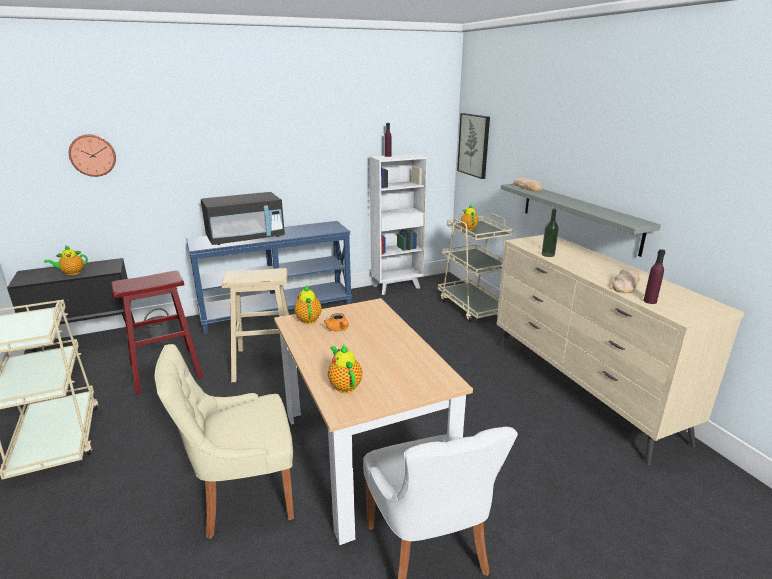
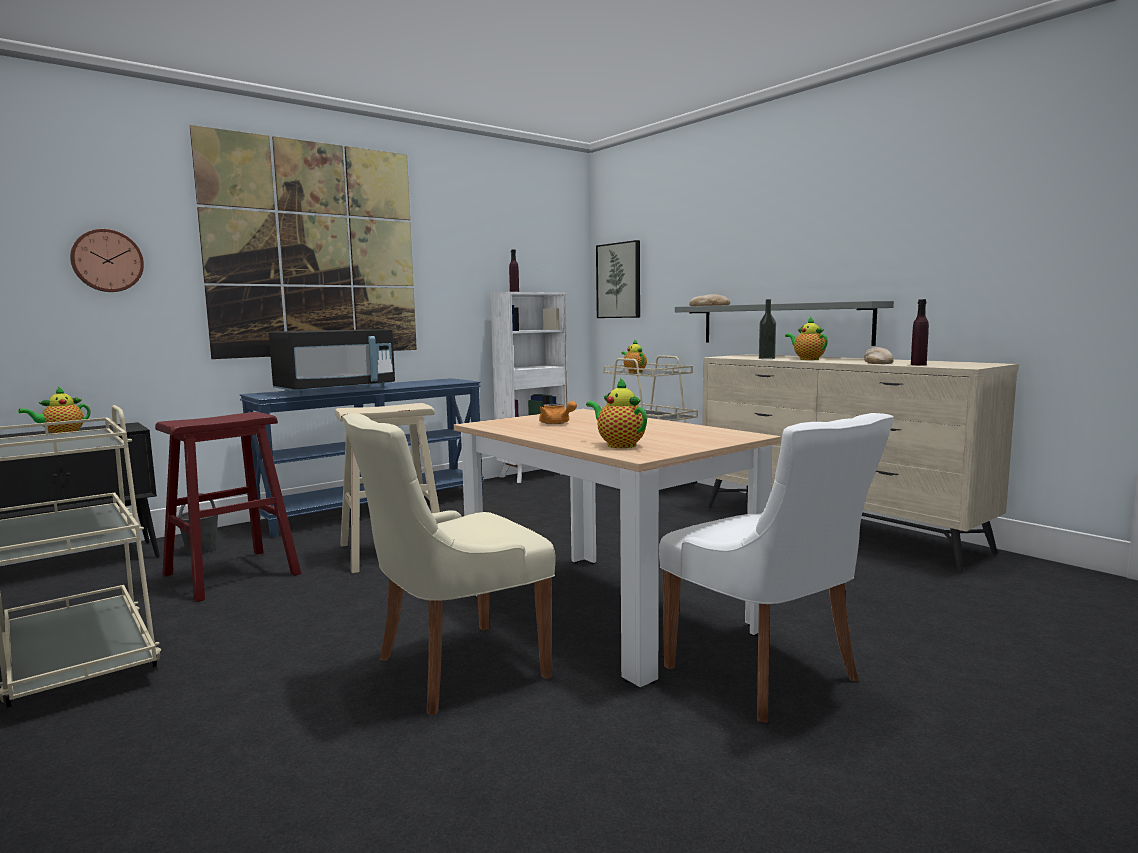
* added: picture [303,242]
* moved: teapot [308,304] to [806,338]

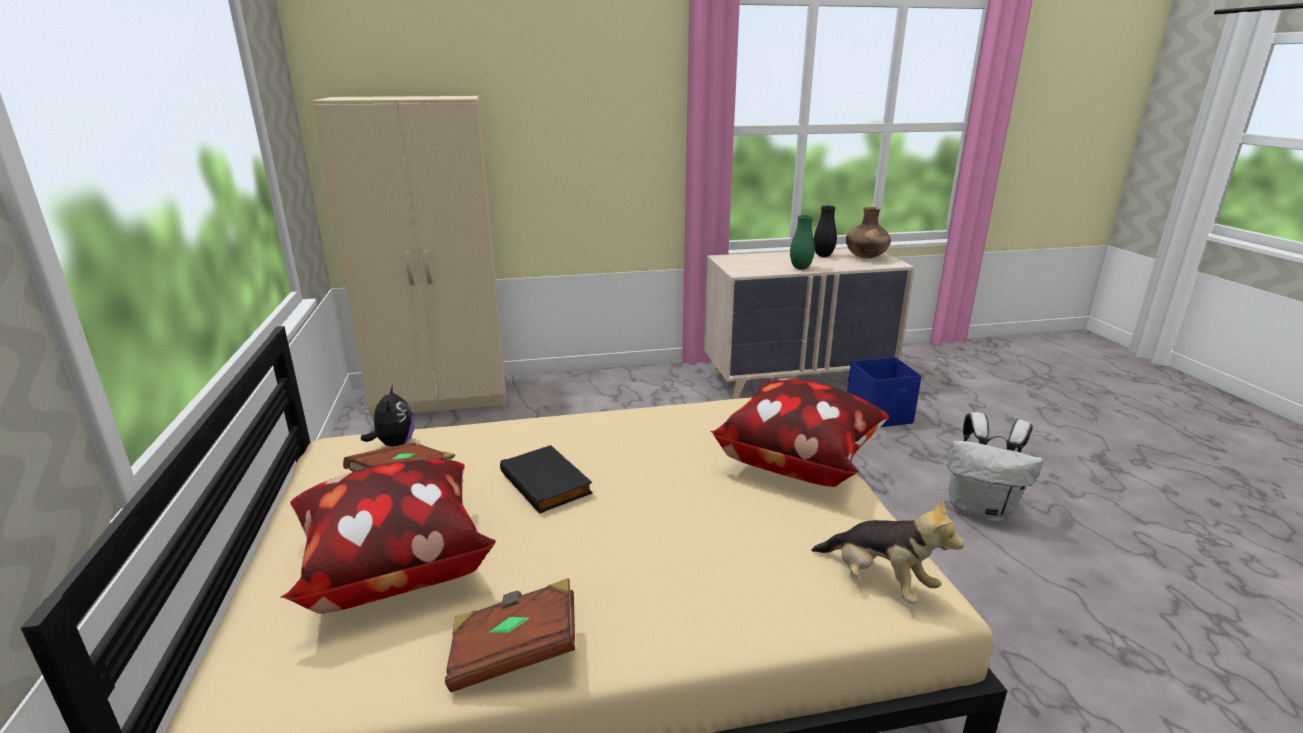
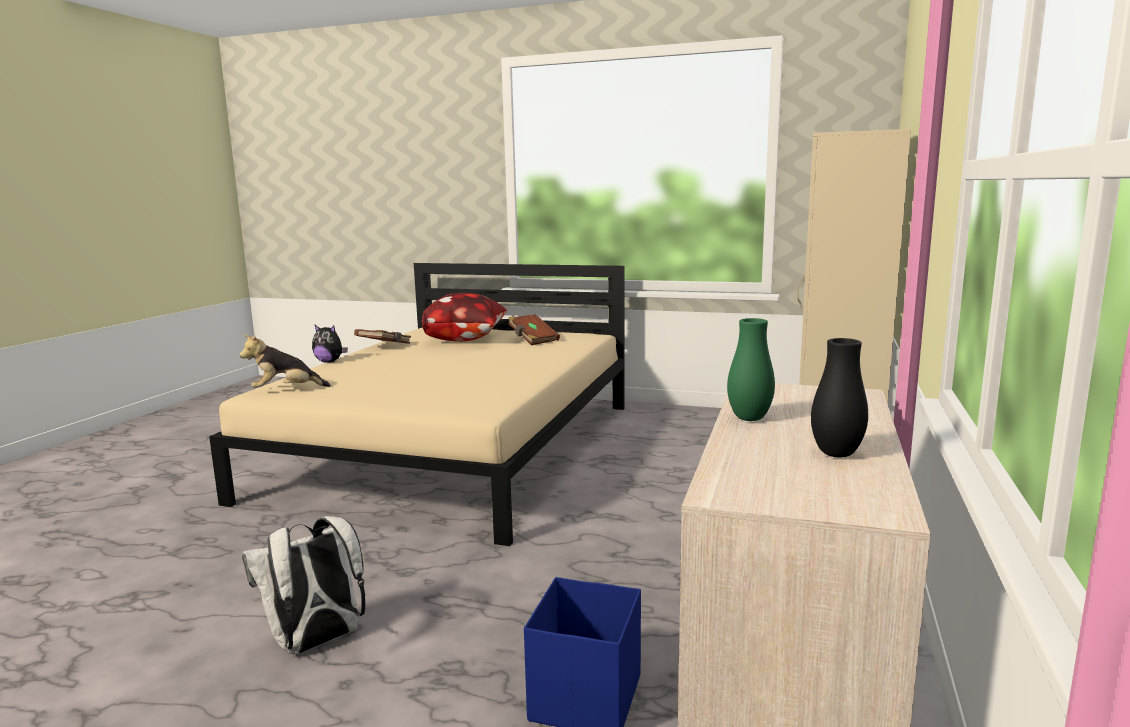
* moved: plush toy [388,416] to [330,344]
* removed: black book [546,479]
* removed: pillow [800,433]
* removed: brown vase [868,233]

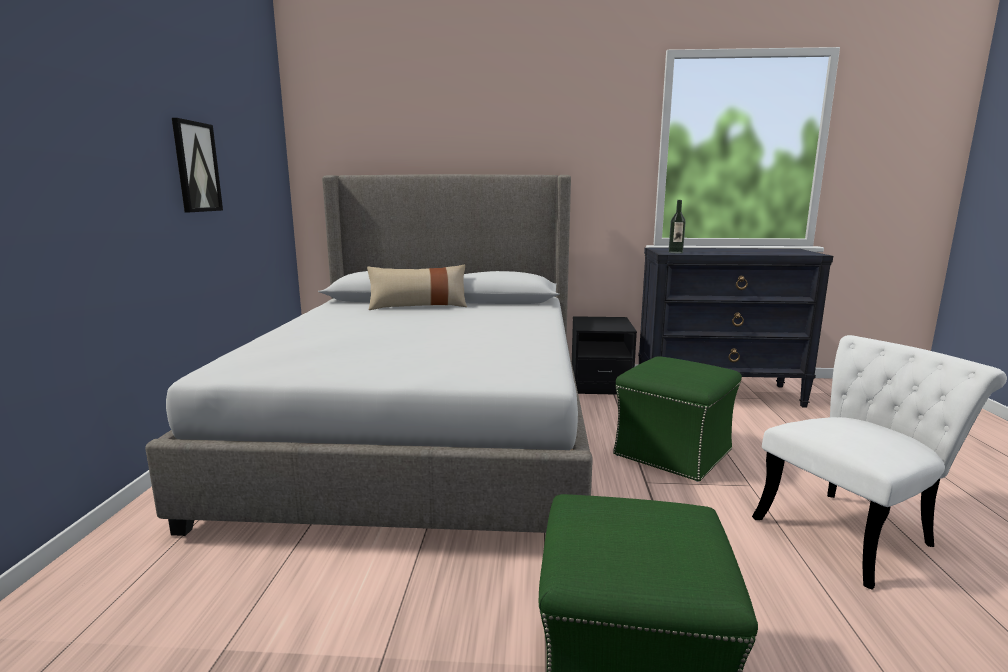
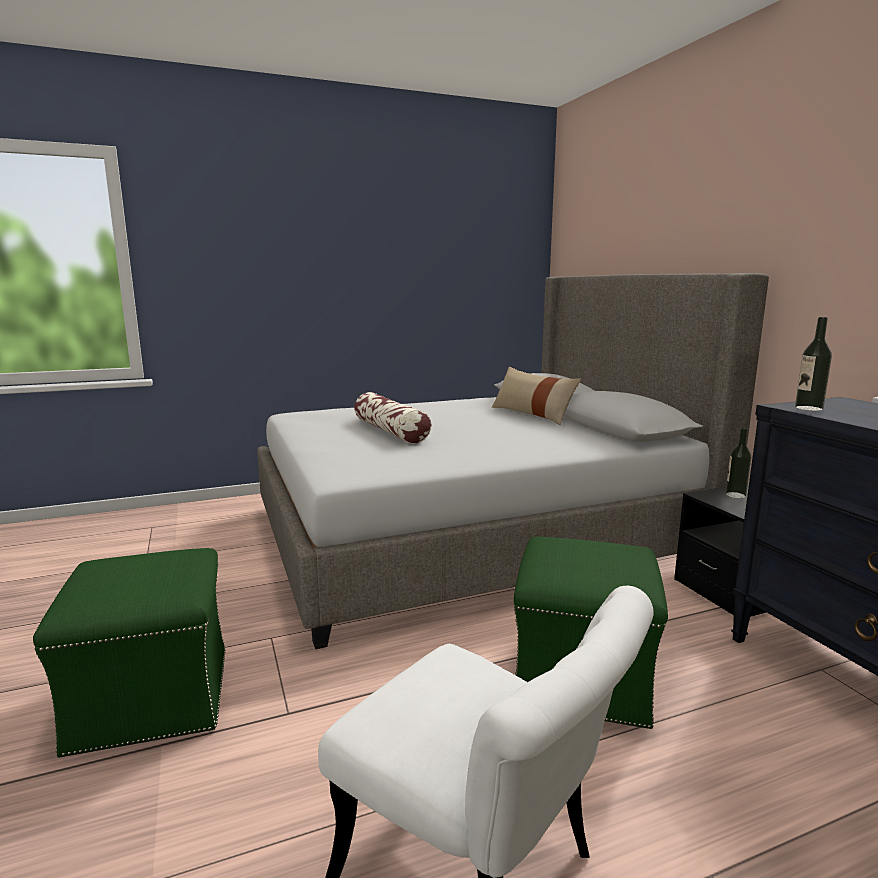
* added: pillow [392,418]
* added: bottle [738,463]
* removed: picture [197,165]

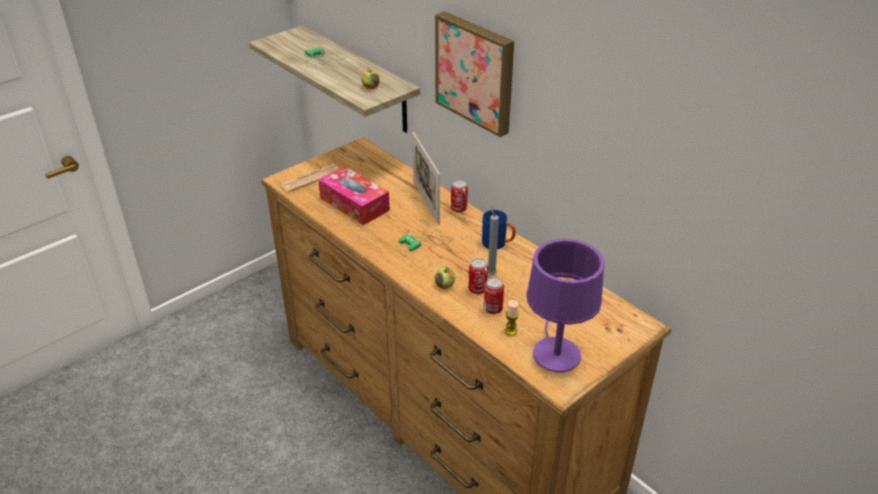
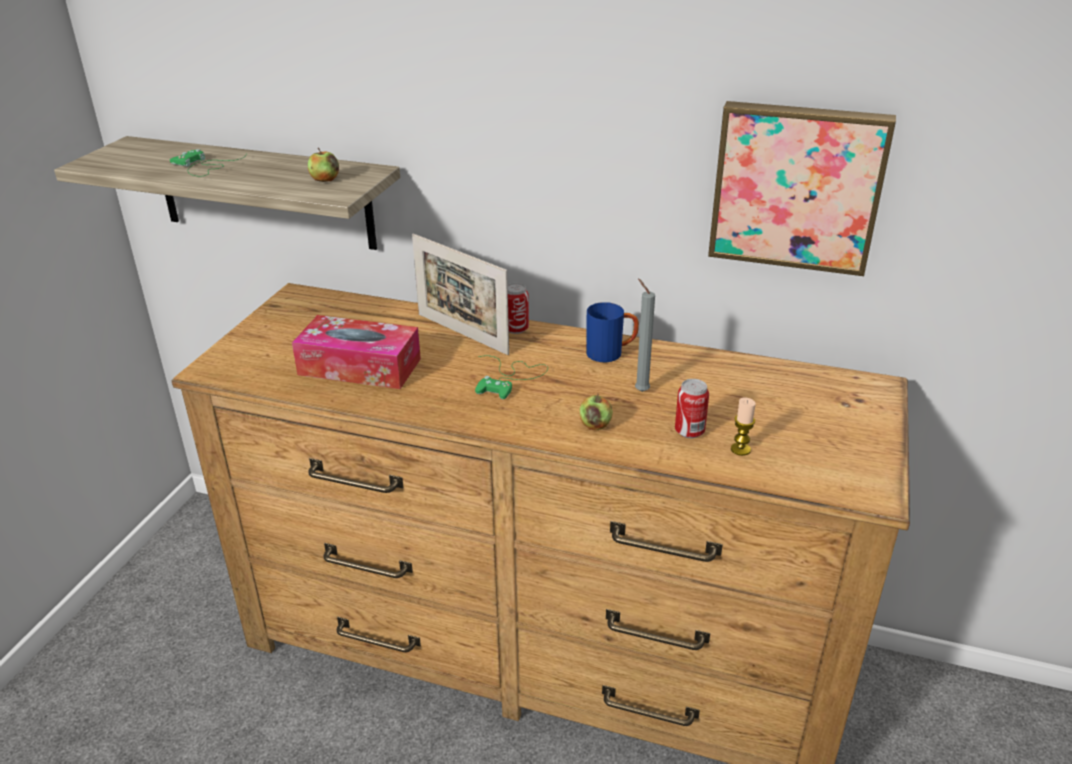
* moved: picture [474,74] to [802,188]
* removed: newspaper [309,178]
* removed: can [478,276]
* removed: purple table lamp [565,305]

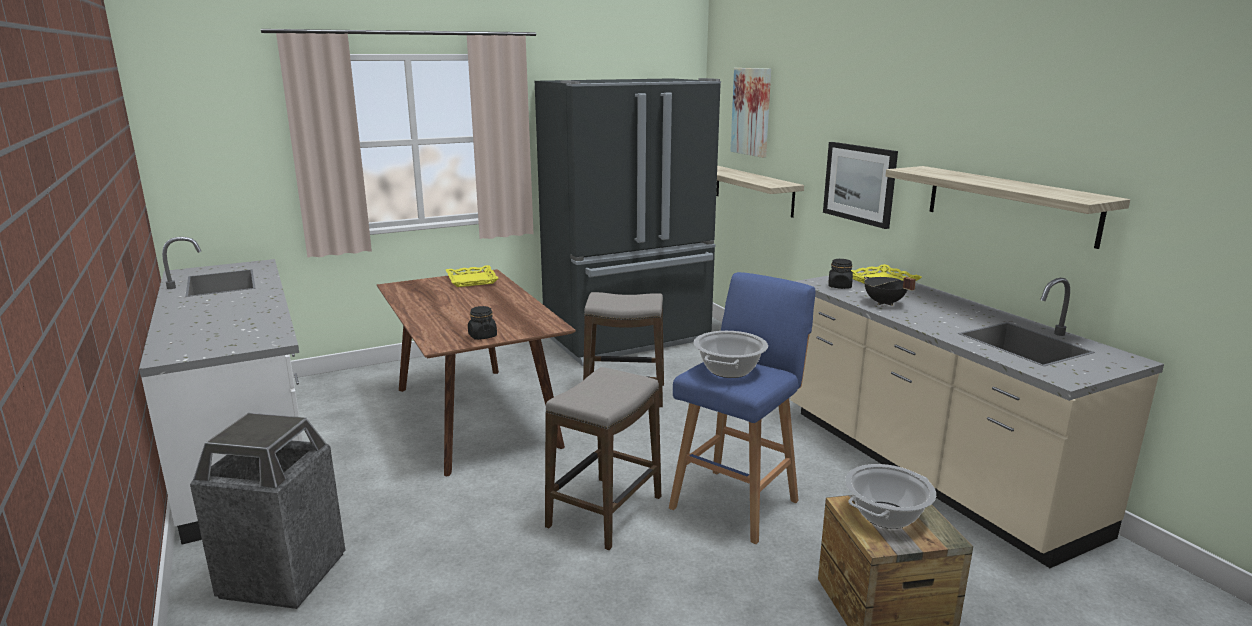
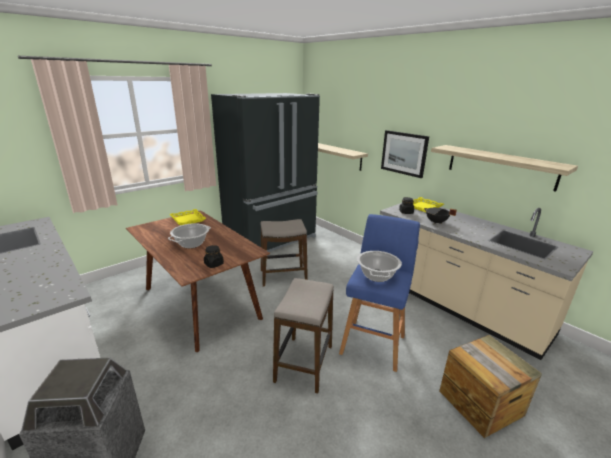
* moved: cooking pot [890,496] to [189,235]
* removed: picture [750,113]

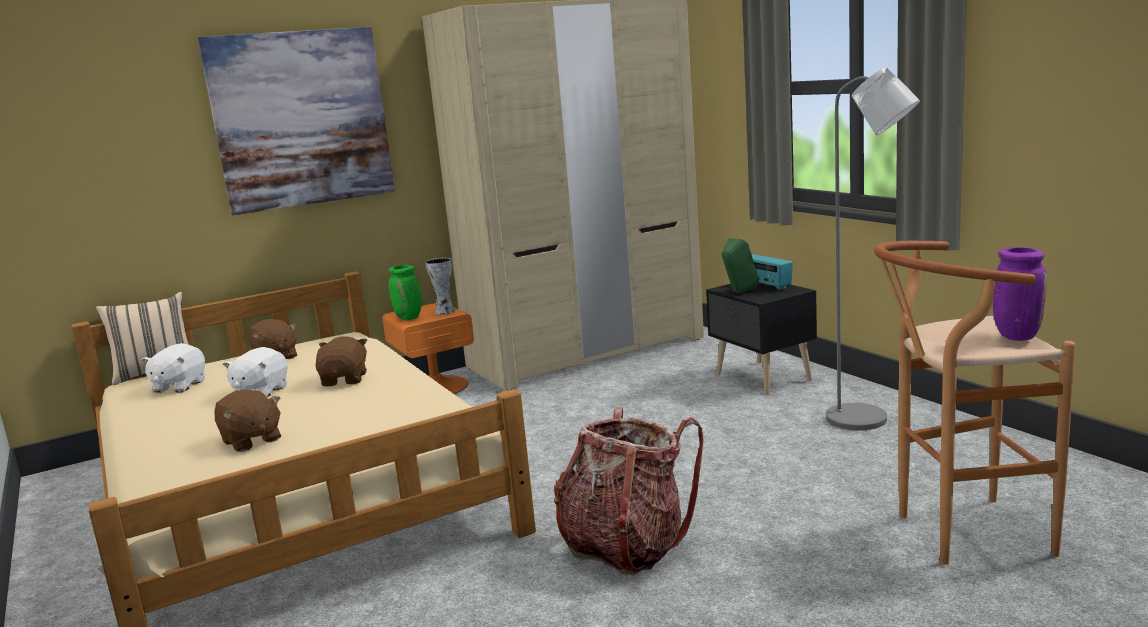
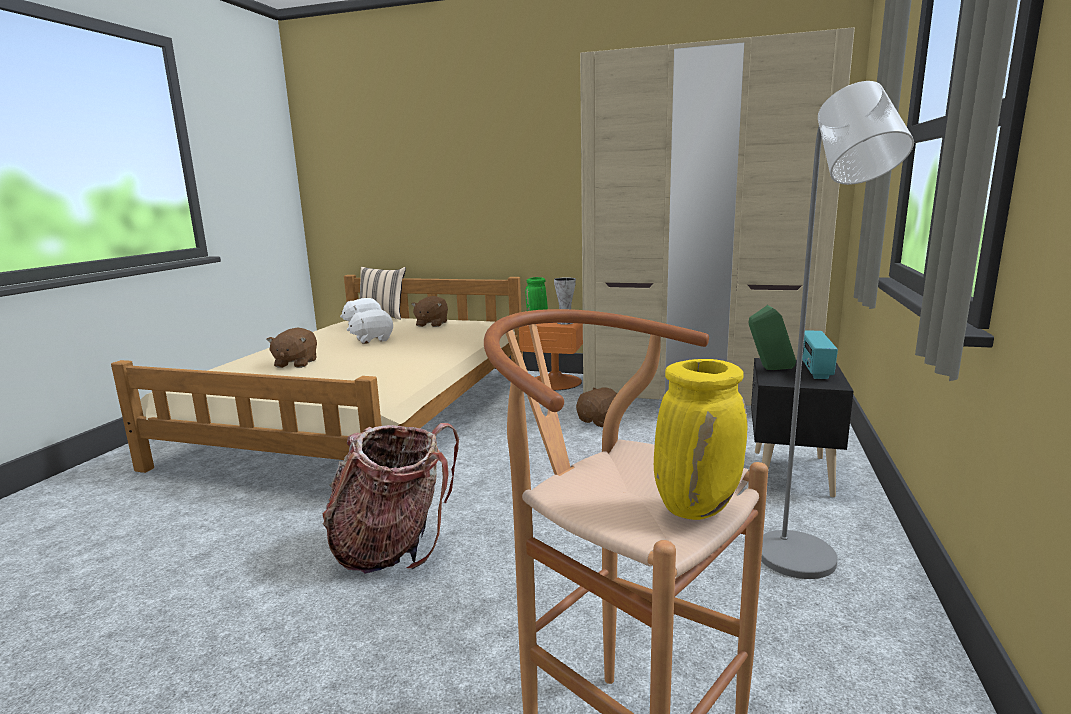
* moved: brown plush toy [341,361] to [596,407]
* recoloured: purple vase [1020,294] to yellow vase [701,439]
* removed: picture [296,121]

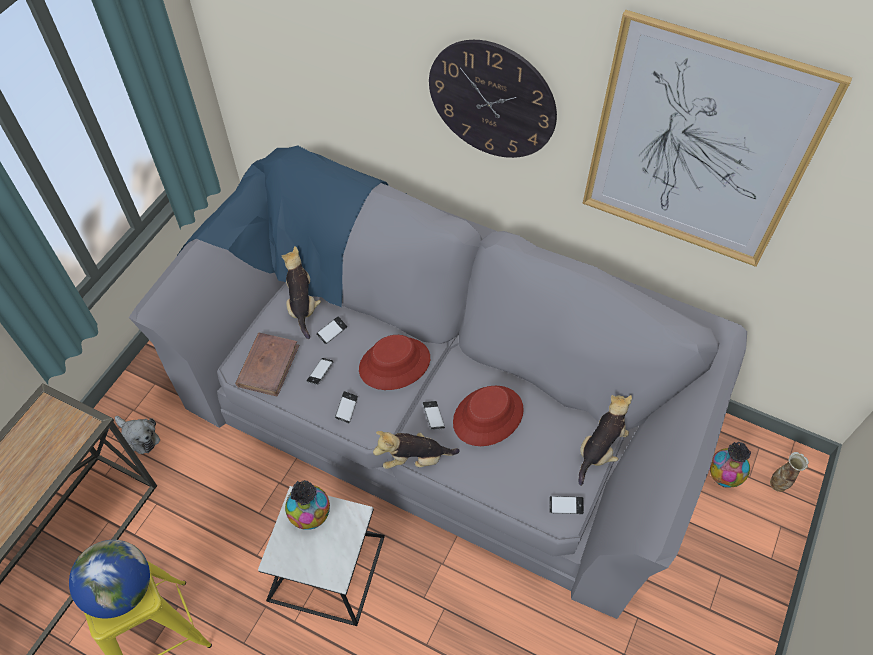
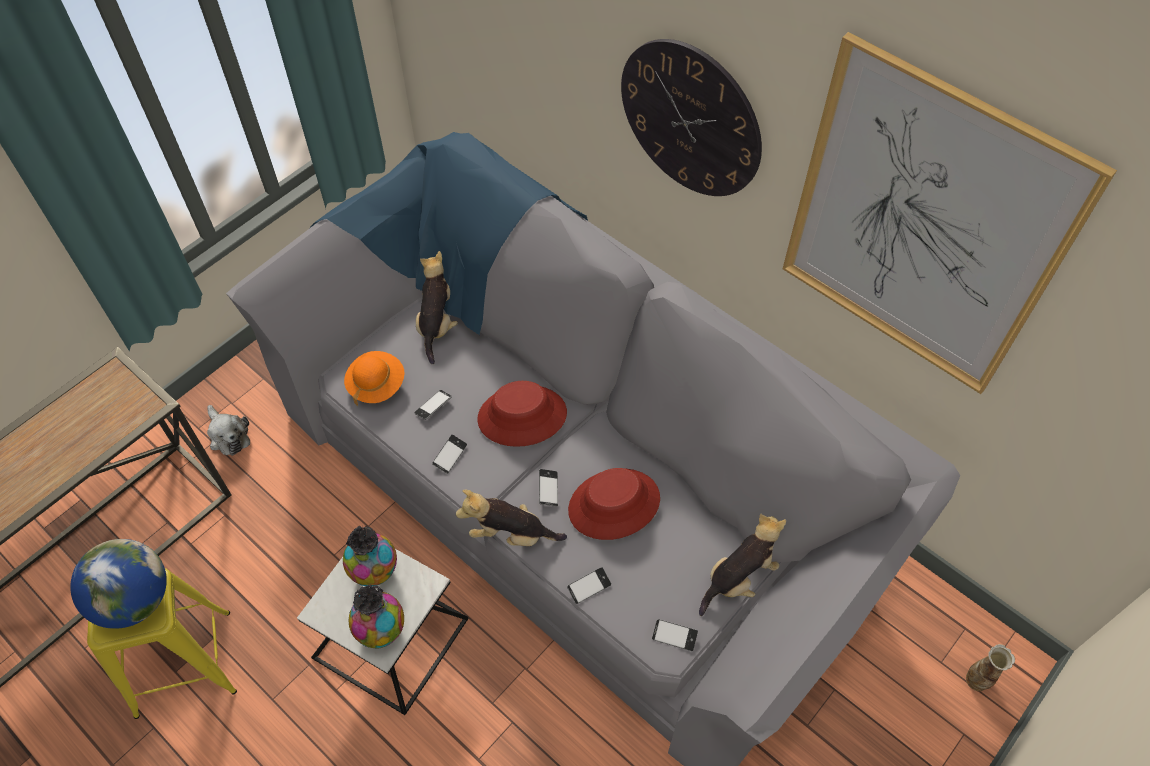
* replaced: brown book [267,365] to orange hat [374,378]
* moved: vase [730,465] to [376,616]
* moved: phone [331,330] to [589,585]

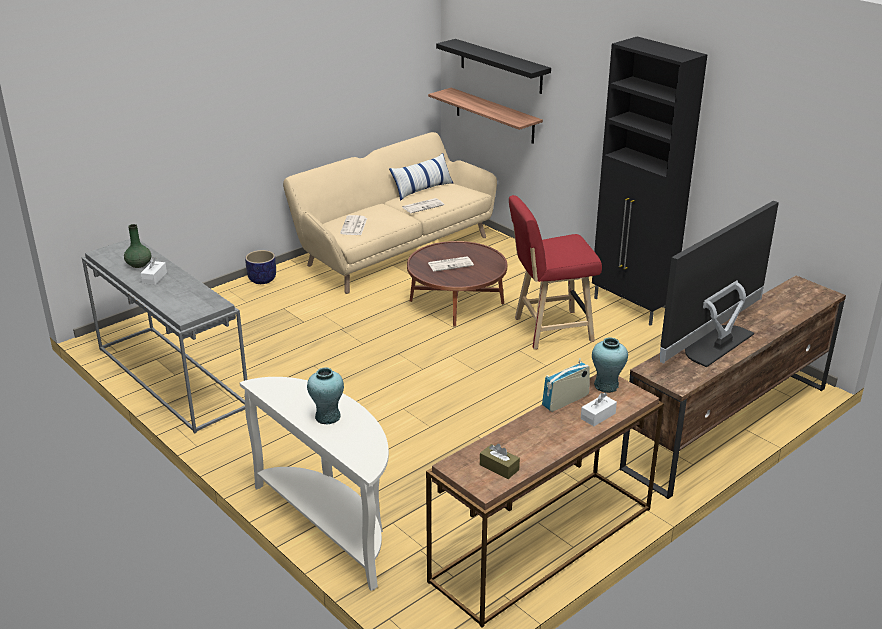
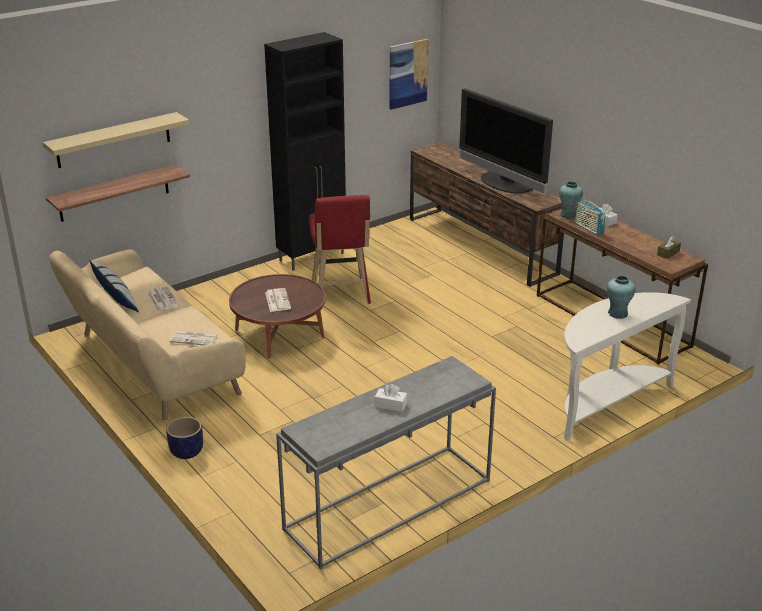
* recoloured: black shelf [493,66] to beige shelf [116,140]
* added: picture [409,74]
* removed: green vase [137,246]

